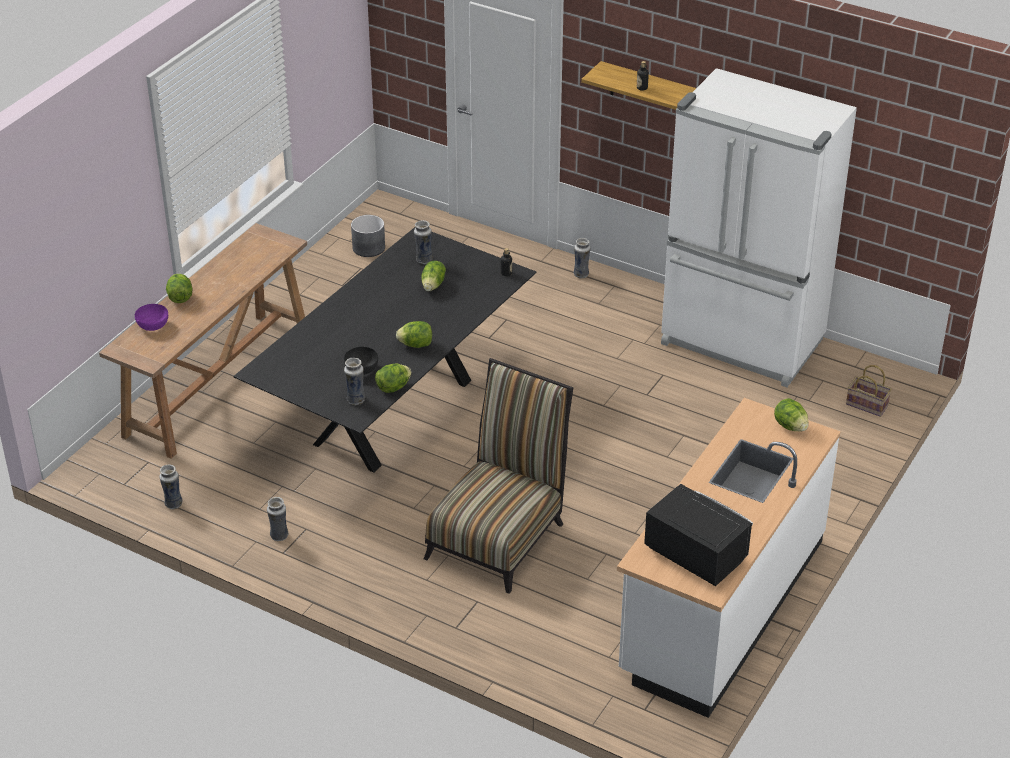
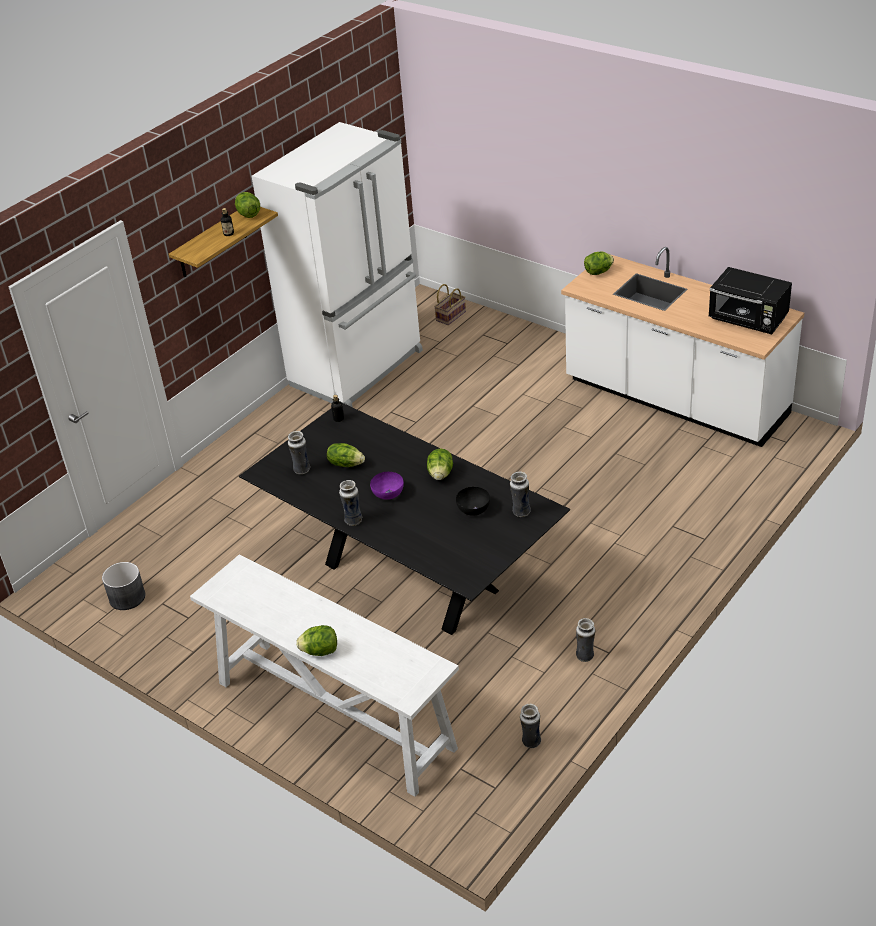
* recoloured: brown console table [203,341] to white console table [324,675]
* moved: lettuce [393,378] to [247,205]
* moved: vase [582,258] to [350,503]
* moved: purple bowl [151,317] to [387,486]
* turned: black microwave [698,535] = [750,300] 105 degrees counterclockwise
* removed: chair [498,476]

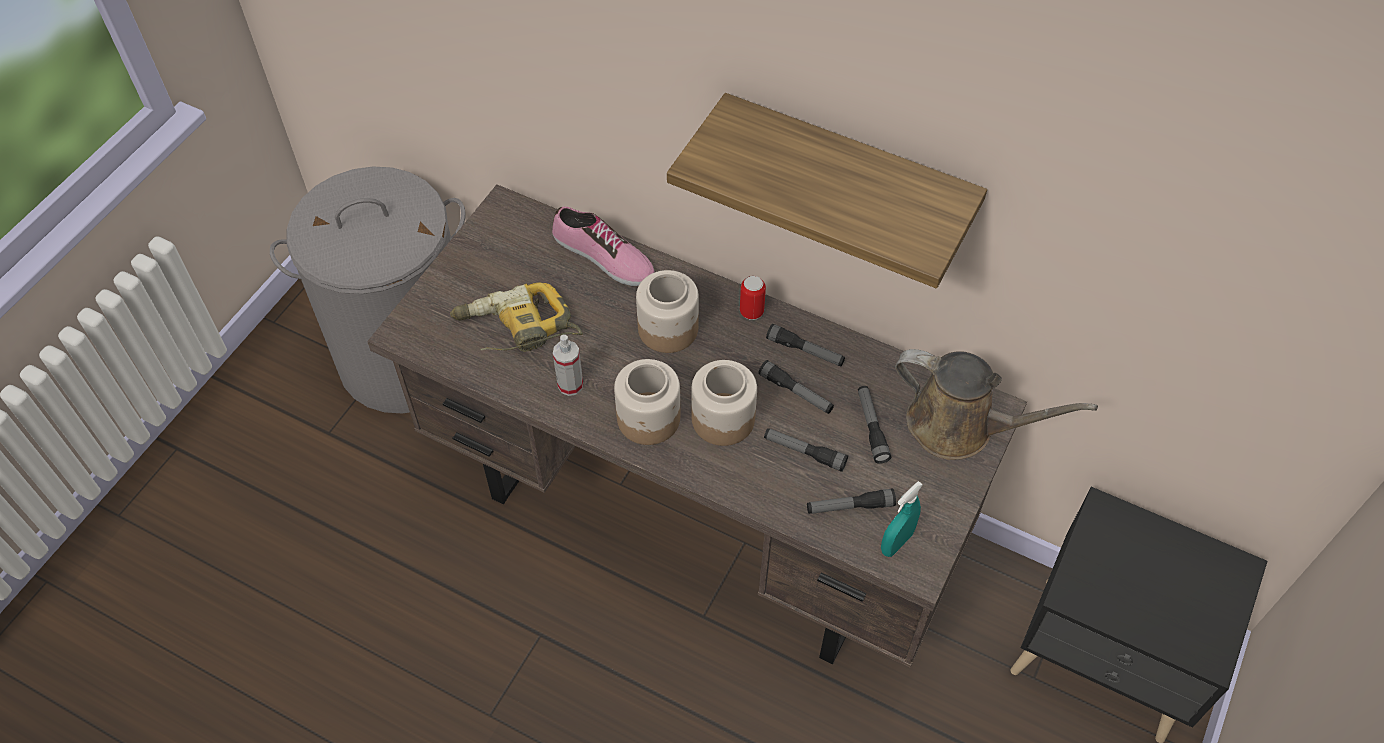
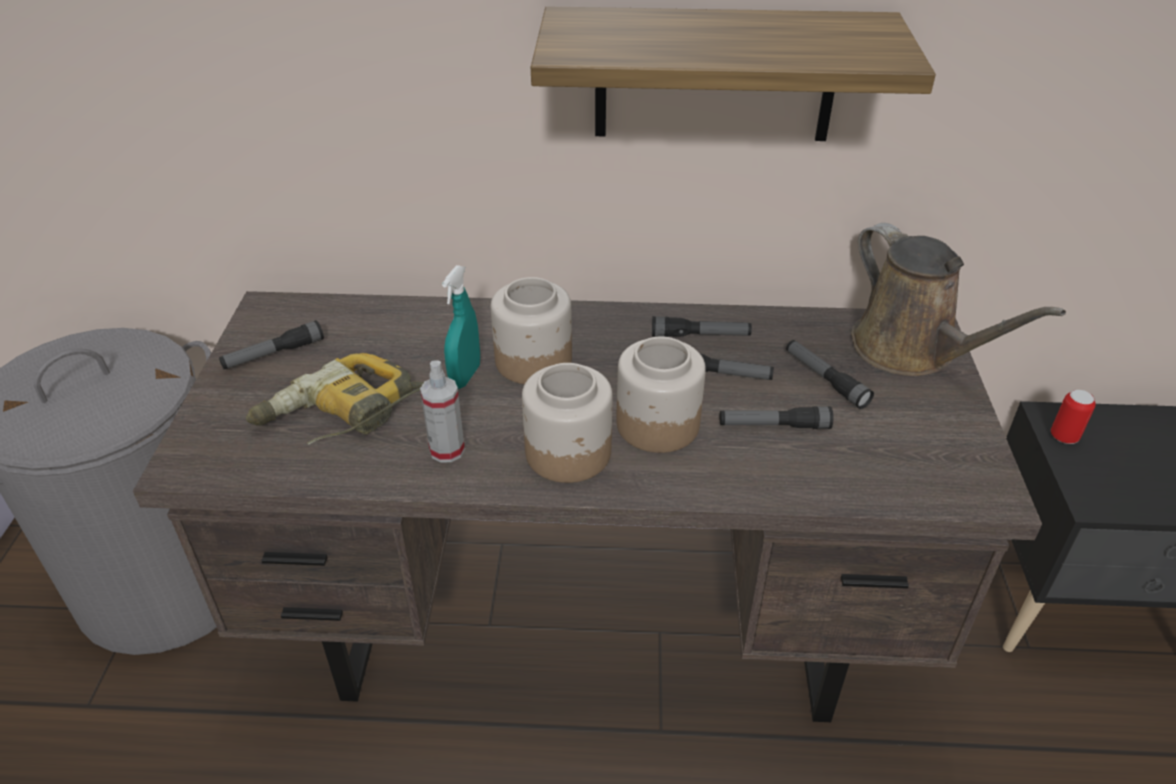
* moved: flashlight [851,501] to [271,344]
* moved: turquoise spray bottle [902,519] to [461,327]
* turned: brown watering can [996,404] = [958,299] 60 degrees clockwise
* moved: can [753,298] to [1073,417]
* removed: shoe [603,246]

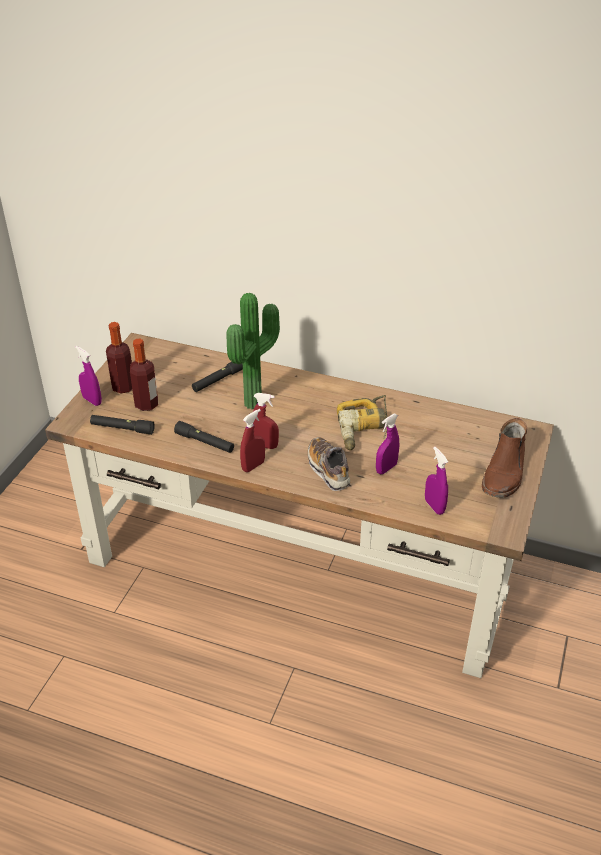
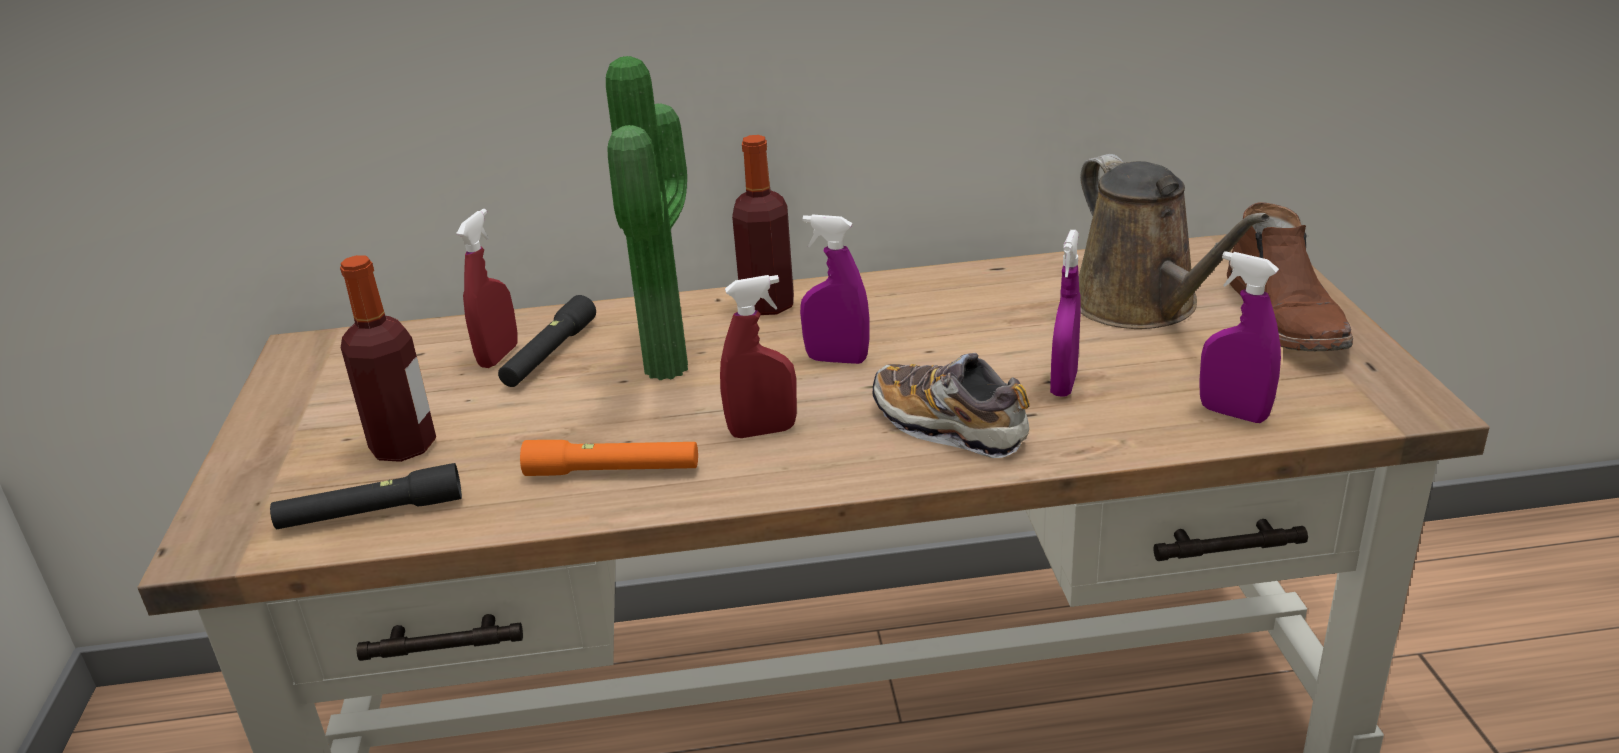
* moved: red spray bottle [252,440] to [487,288]
* recoloured: black flashlight [204,437] to orange flashlight [609,458]
* moved: bottle [119,357] to [763,225]
* moved: purple spray bottle [88,376] to [834,289]
* added: brown watering can [1174,241]
* removed: power drill [362,422]

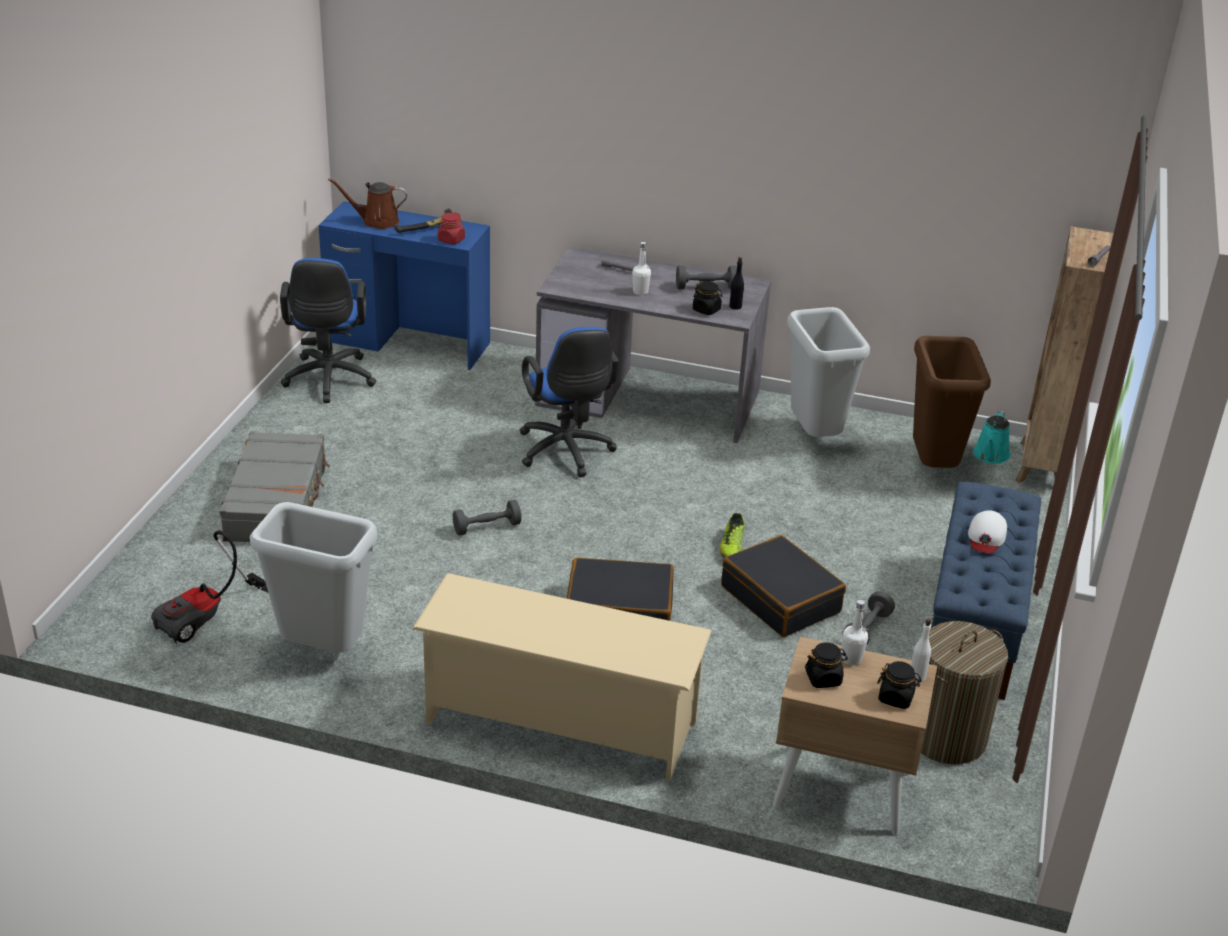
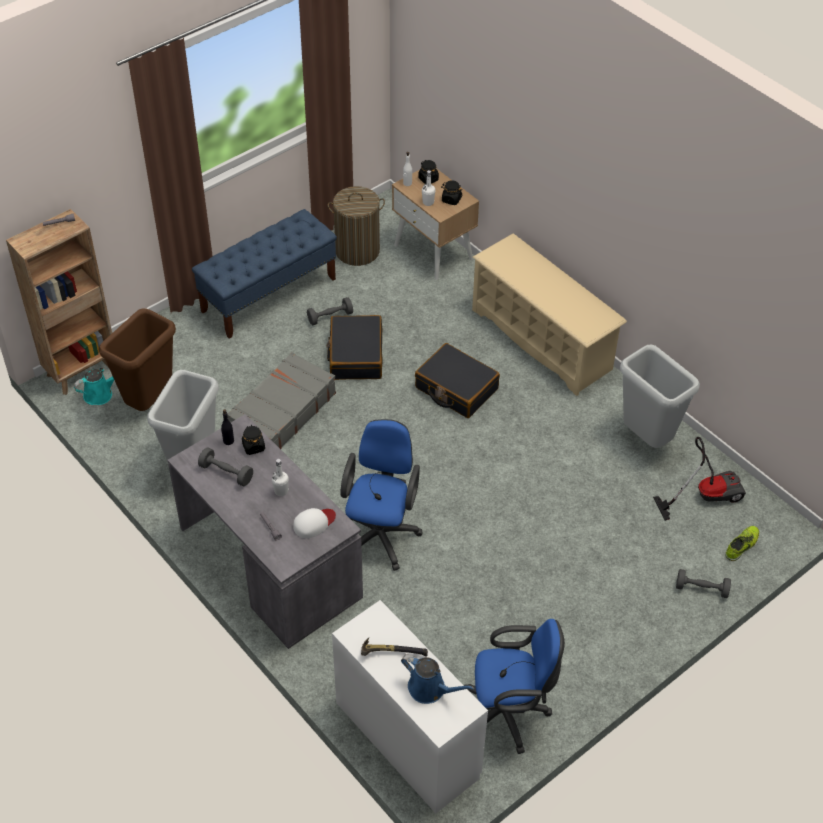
* moved: grey suitcase [274,486] to [281,400]
* moved: white cap [987,531] to [314,523]
* recoloured: blue desk [404,285] to white desk [410,706]
* recoloured: brown watering can [367,203] to blue watering can [438,679]
* turned: blue office chair [328,330] = [514,686] 60 degrees clockwise
* moved: grey dumbbell [487,517] to [703,583]
* moved: shoe [732,535] to [742,543]
* removed: red jar [451,228]

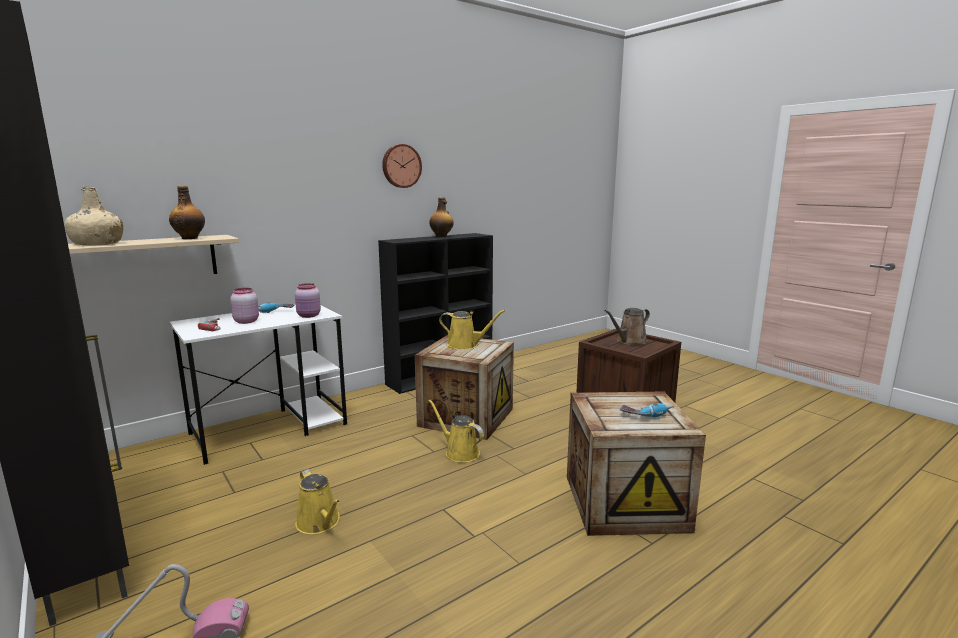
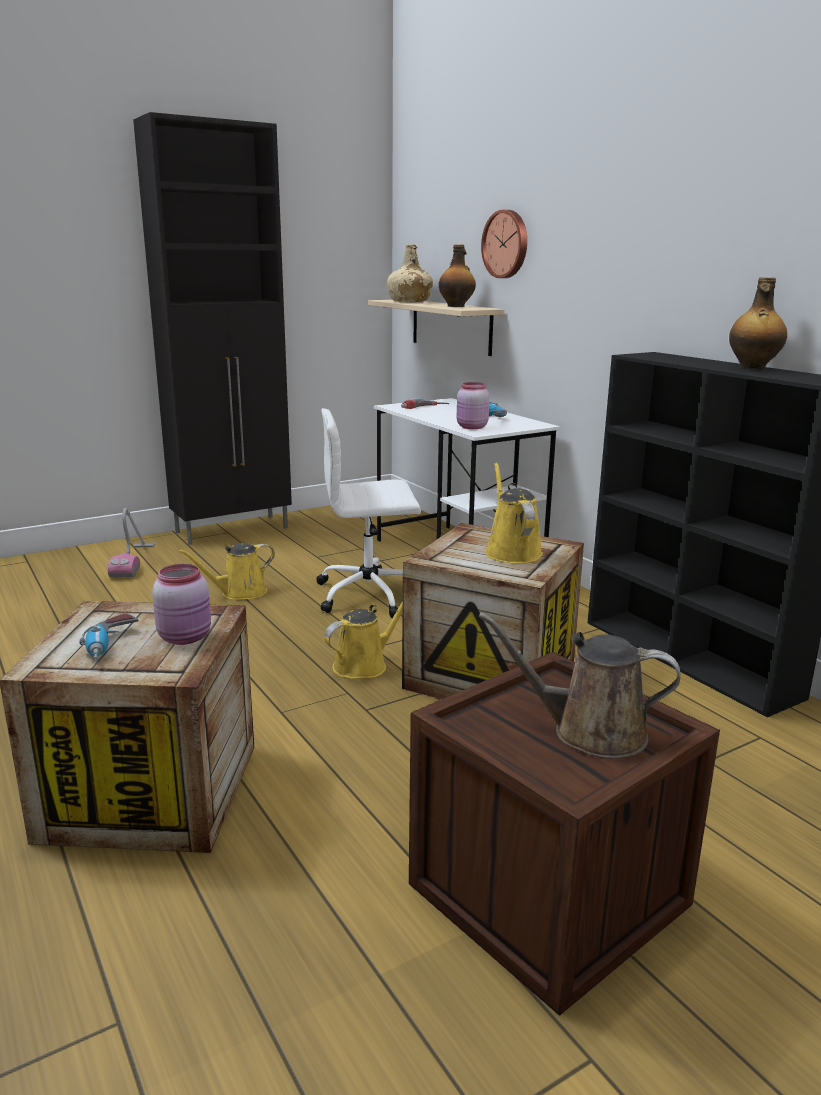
* moved: pink jar [244,306] to [181,604]
* added: white office chair [368,513]
* turned: brown watering can [627,326] = [579,685] 45 degrees counterclockwise
* moved: wall clock [402,166] to [504,244]
* turned: yellow watering can [472,330] = [514,513] 150 degrees clockwise

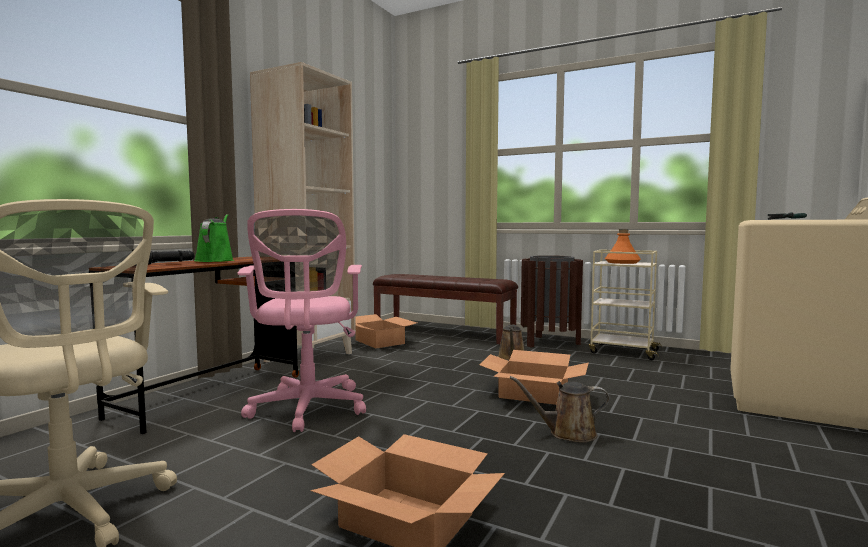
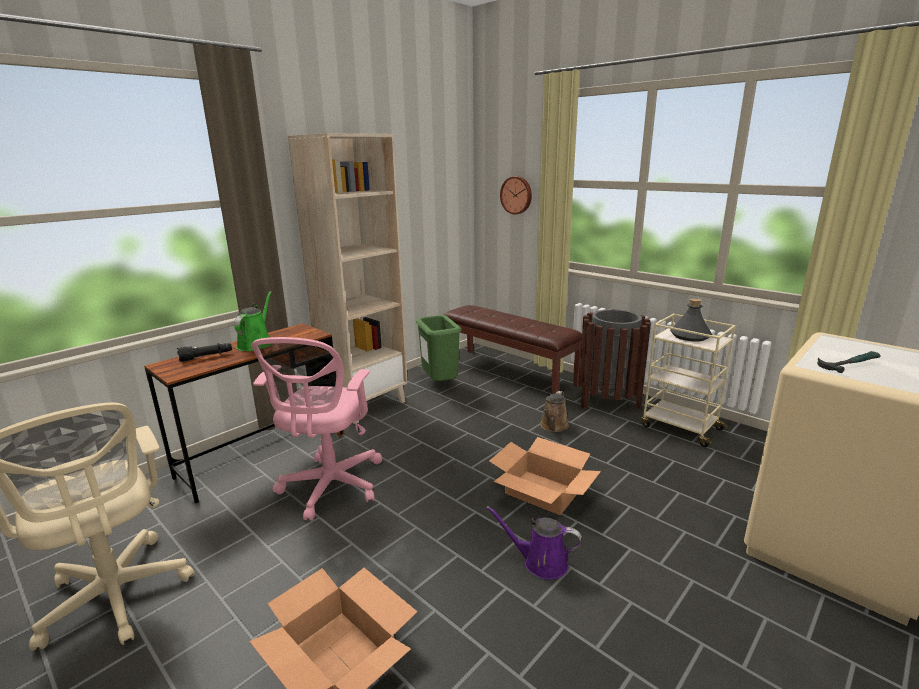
* replaced: cardboard box [386,331] to green trash can [438,348]
* recoloured: brown watering can [560,409] to purple watering can [534,543]
* added: wall clock [516,195]
* recoloured: orange bottle [623,246] to grey bottle [691,320]

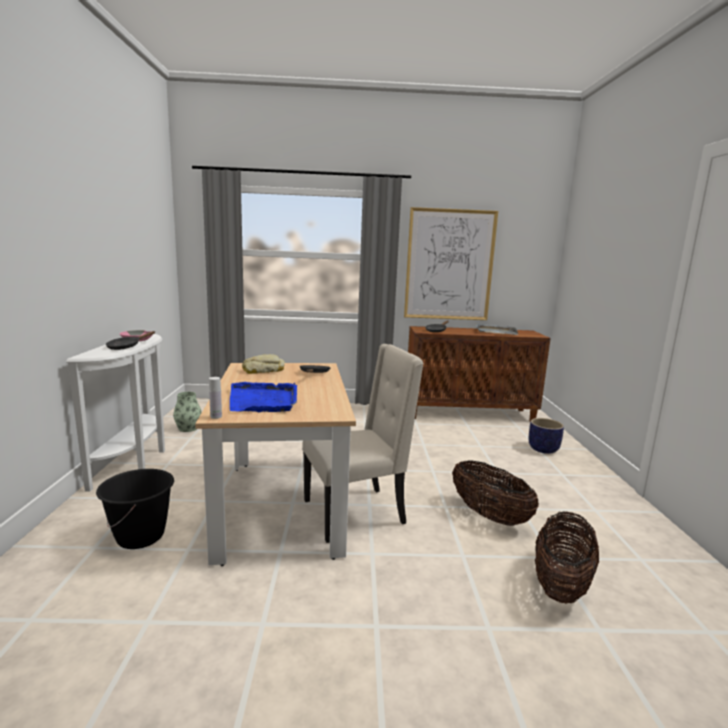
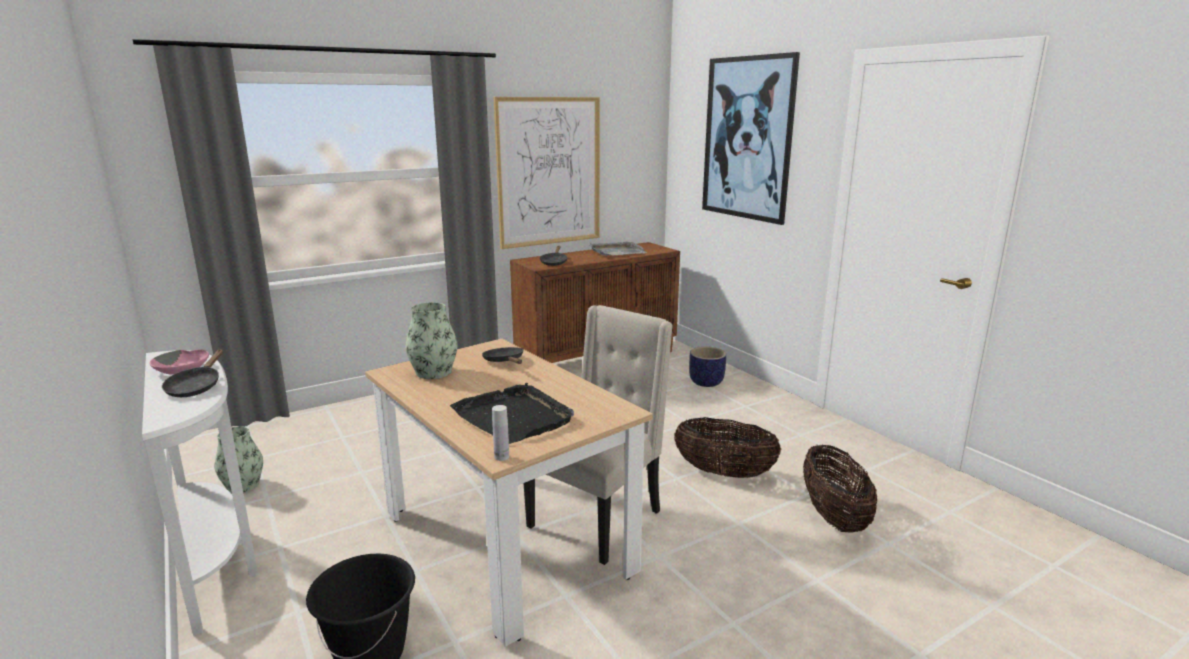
* replaced: bread [263,364] to vase [431,340]
* recoloured: blue tray [263,397] to black tray [512,413]
* added: picture [751,138]

